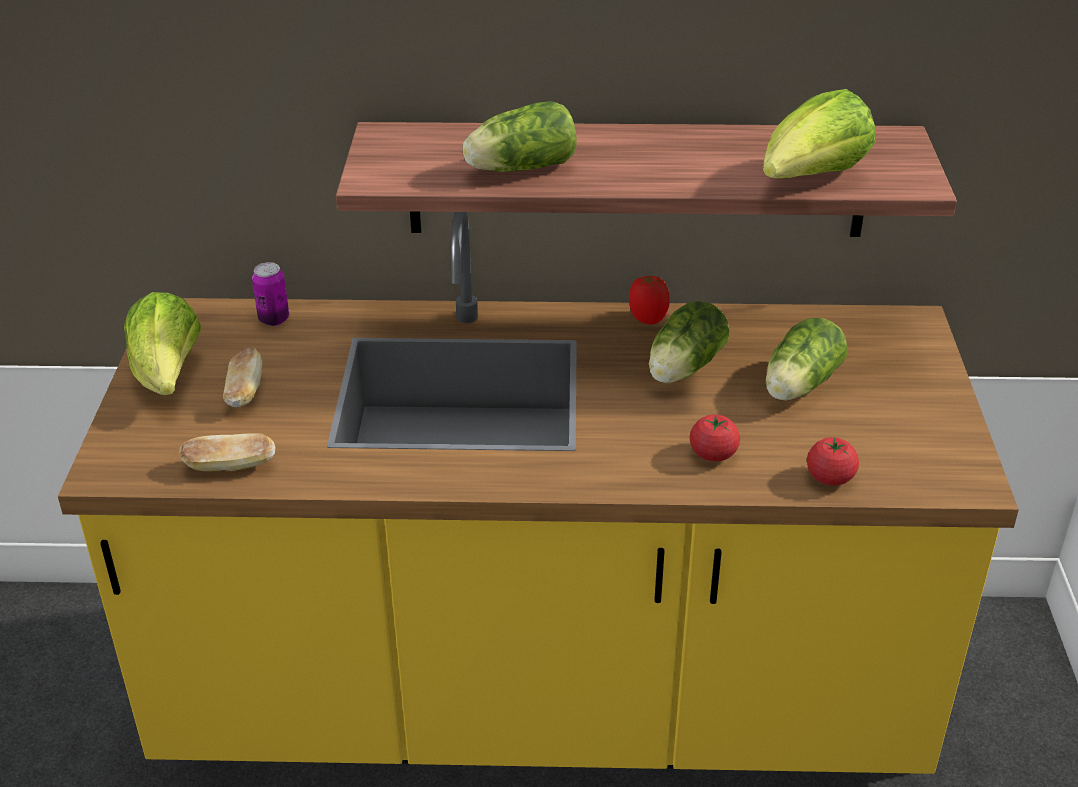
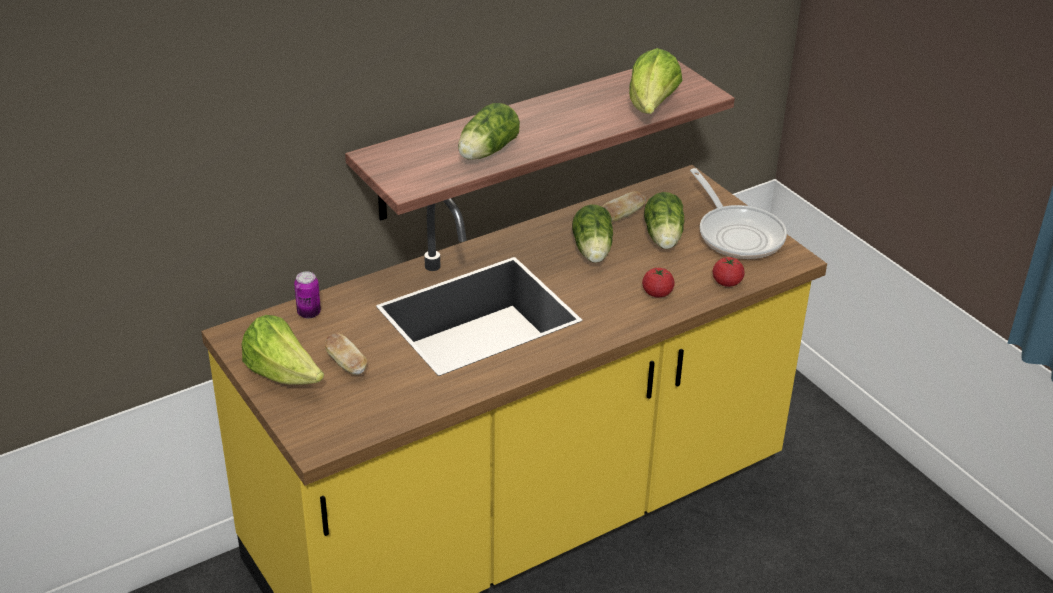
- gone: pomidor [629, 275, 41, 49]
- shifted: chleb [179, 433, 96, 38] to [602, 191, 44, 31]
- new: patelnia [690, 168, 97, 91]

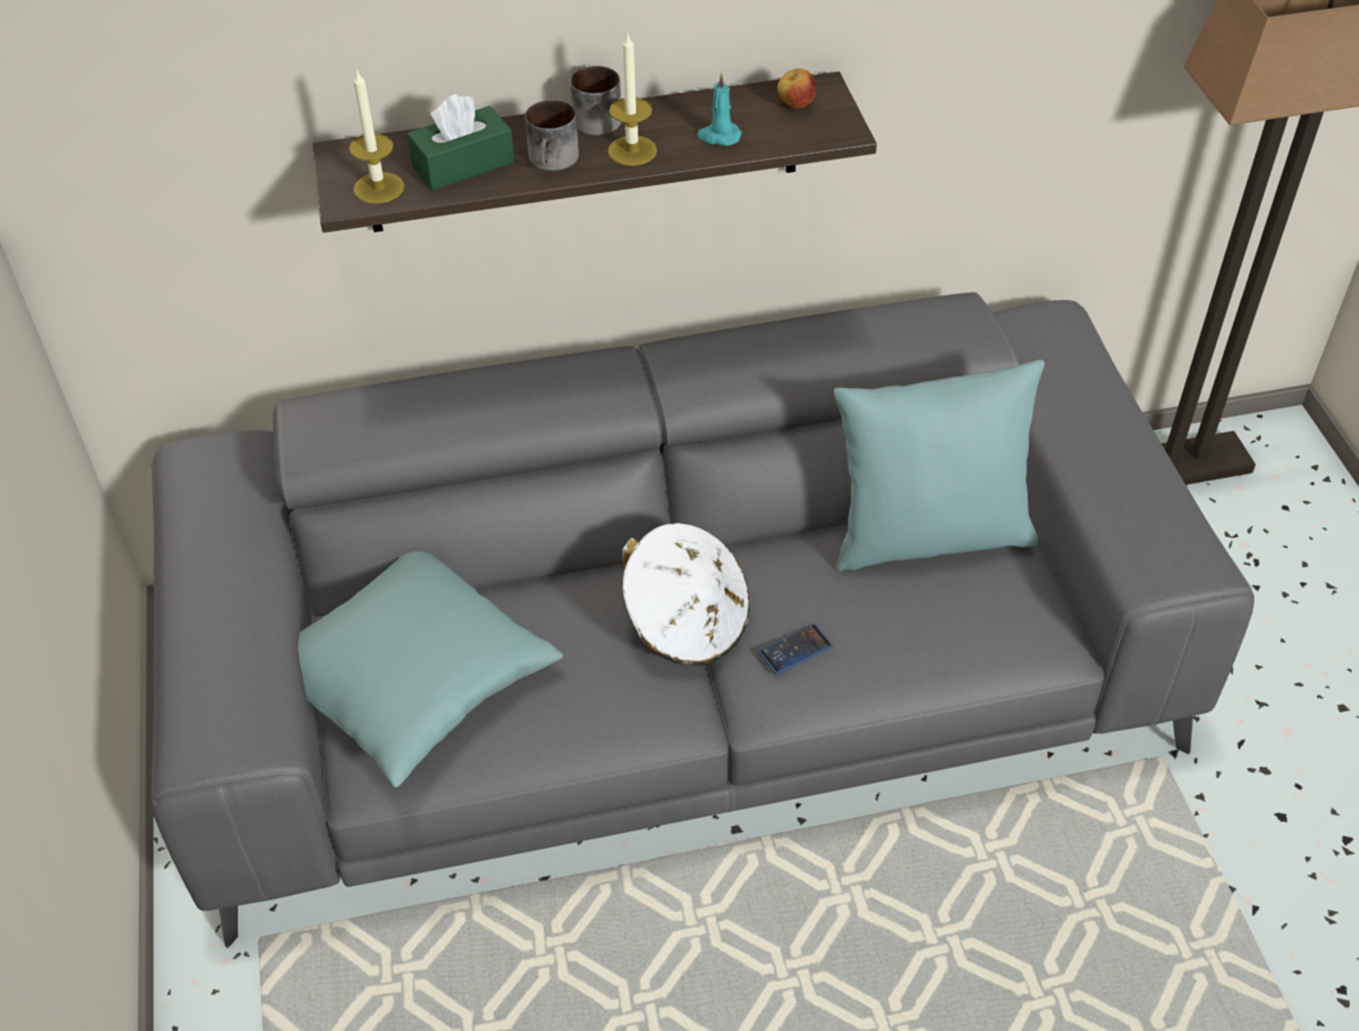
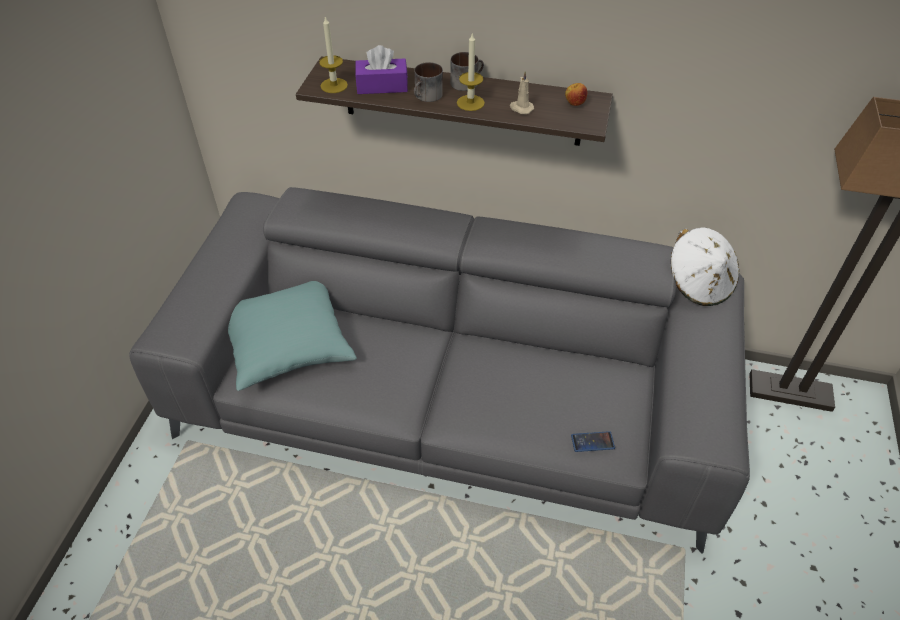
- repainted: świeca (turkusowy) [697, 73, 45, 73] to świeca (beżowy) [510, 71, 24, 43]
- repainted: pudełko chusteczek (zielony) [407, 94, 108, 97] to pudełko chusteczek (fioletowy) [355, 45, 53, 49]
- gone: poduszka (turkusowy) [834, 360, 211, 211]
- shifted: kapelusz (biały) [622, 523, 128, 143] to [671, 227, 68, 79]
- shifted: telefon [758, 624, 75, 51] to [571, 431, 44, 21]

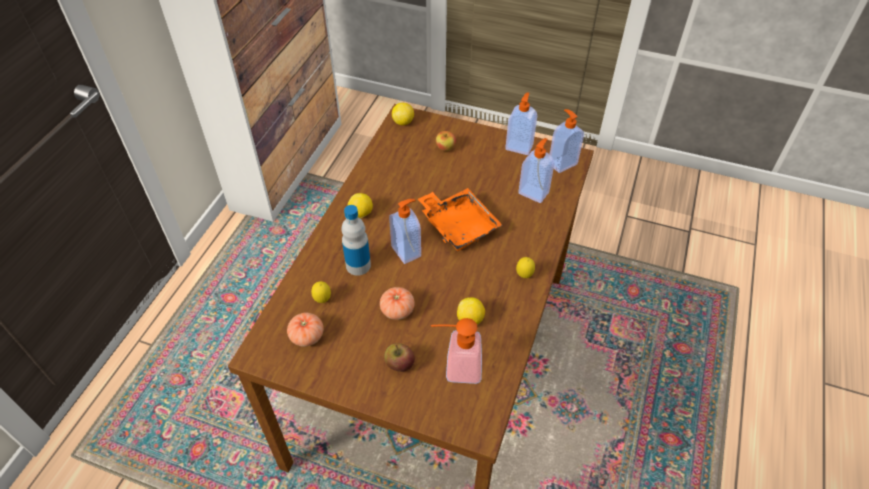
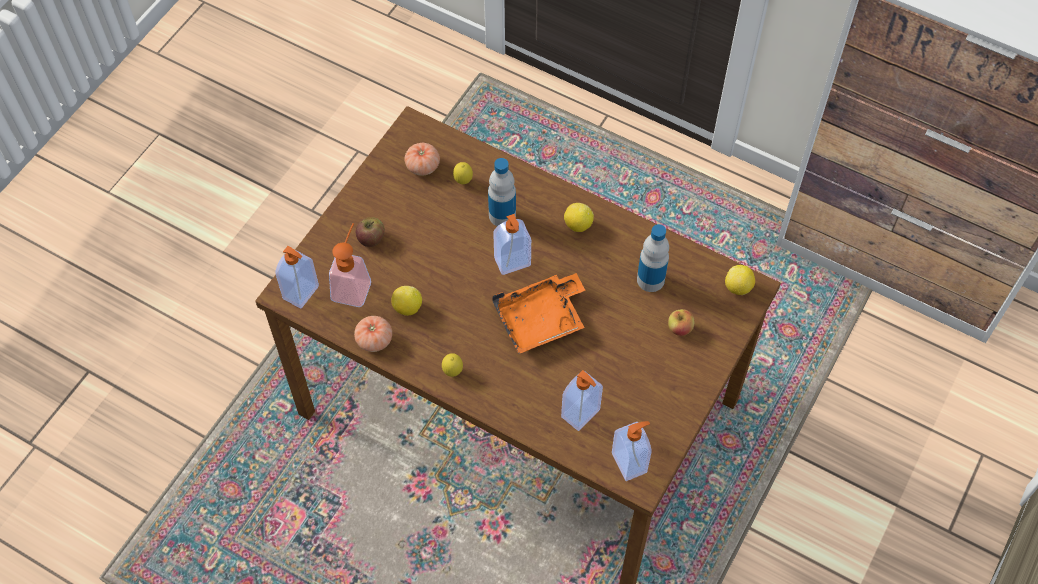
- shifted: dozownik mydła [505, 92, 32, 63] to [275, 246, 44, 63]
- shifted: pomidor [380, 287, 35, 33] to [354, 316, 38, 36]
- new: butelka [637, 224, 32, 68]

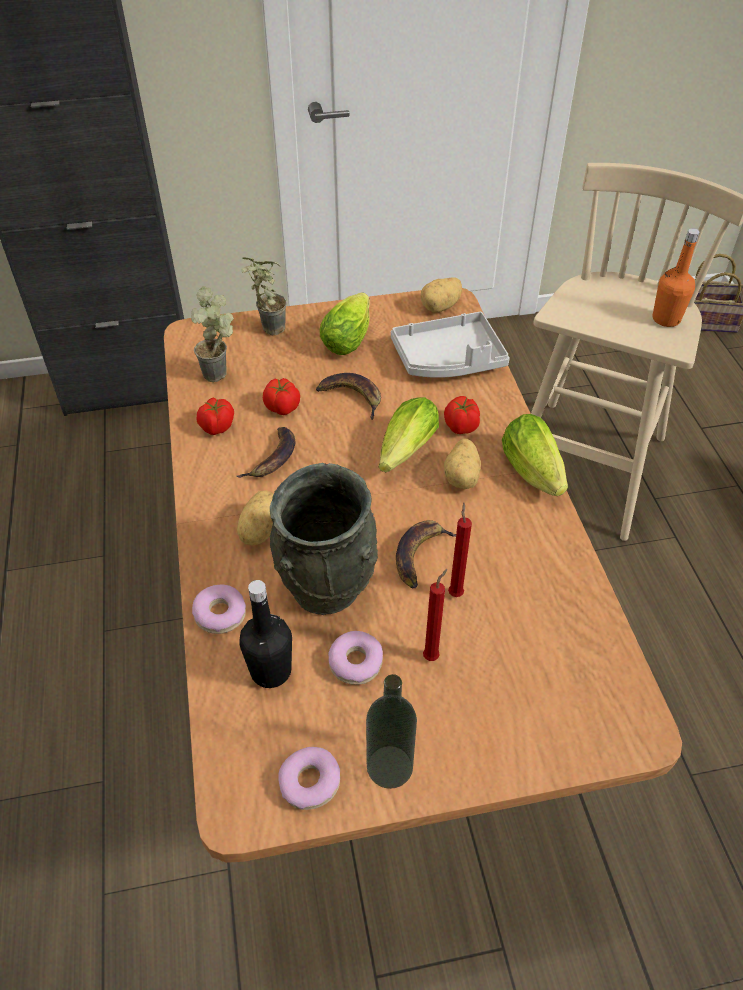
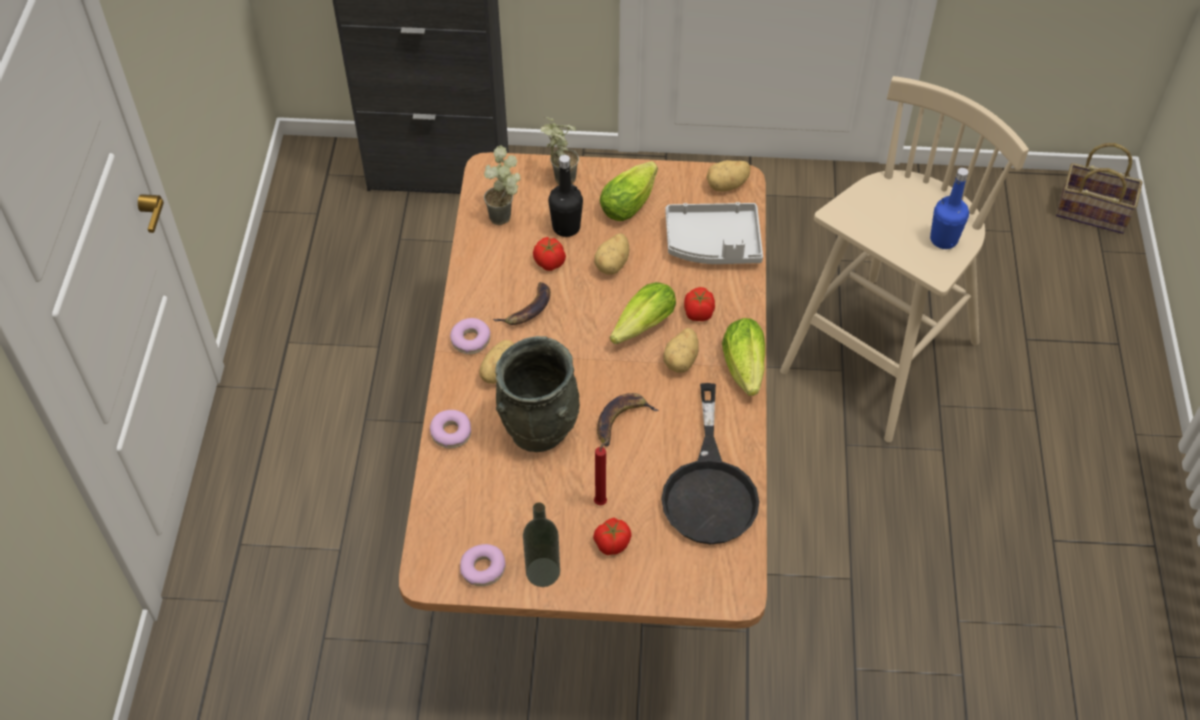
- repainted: butelka (pomarańczowy) [652, 228, 47, 99] to butelka (niebieski) [930, 168, 39, 81]
- swapped: banan [316, 373, 65, 47] to ziemniak [594, 233, 35, 42]
- shifted: pomidor [196, 397, 38, 38] to [593, 518, 39, 37]
- gone: świeca (czerwony) [448, 503, 24, 94]
- shifted: butelka (czarny) [239, 580, 53, 108] to [548, 155, 35, 82]
- shifted: donut [328, 631, 55, 54] to [450, 318, 41, 36]
- new: patelnia (czarny) [661, 383, 98, 161]

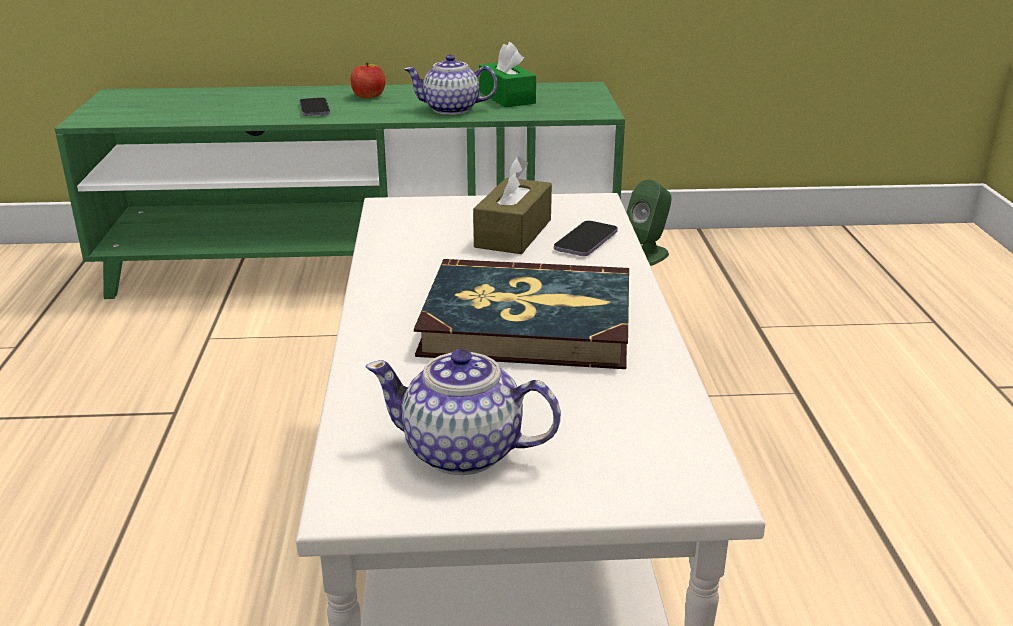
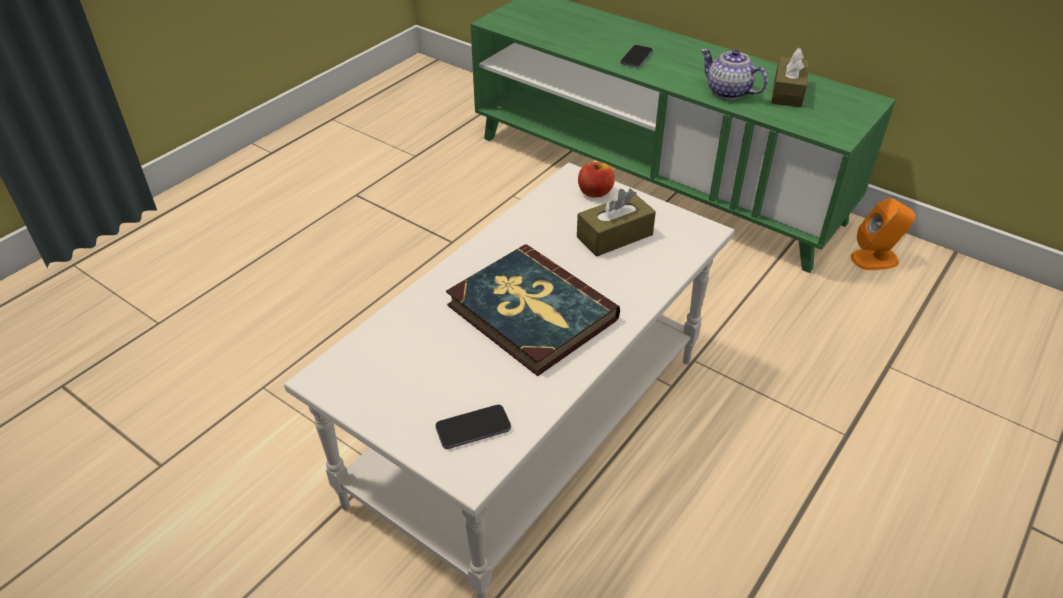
- repainted: pudełko chusteczek (zielony) [479, 42, 57, 65] to pudełko chusteczek (brązowy) [771, 48, 38, 59]
- shifted: jabłko [351, 63, 35, 35] to [578, 162, 37, 35]
- repainted: głośnik (zielony) [626, 180, 45, 86] to głośnik (pomarańczowy) [851, 198, 65, 72]
- shifted: telefon [554, 221, 64, 35] to [435, 405, 76, 44]
- gone: imbryk [366, 349, 195, 126]

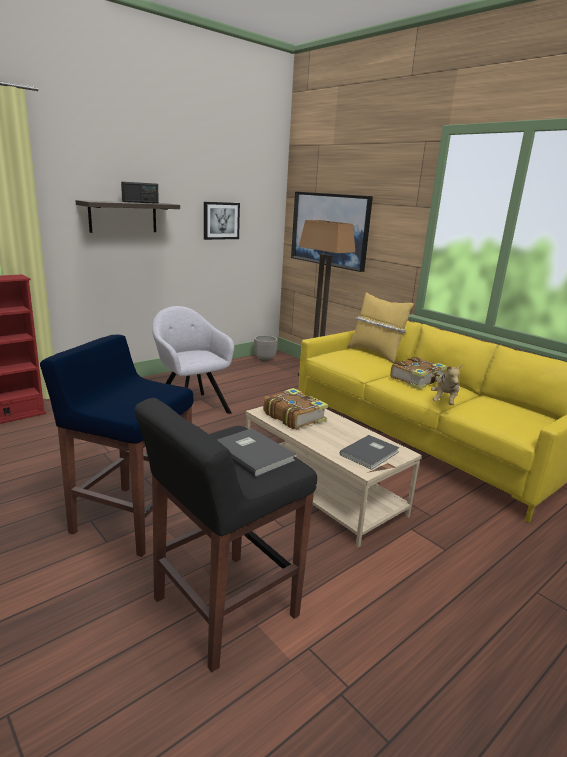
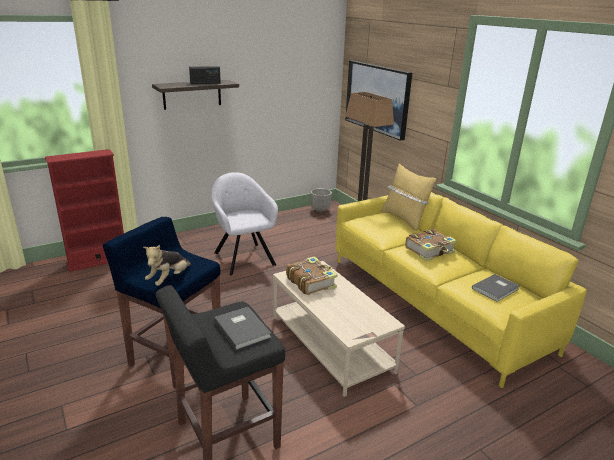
- gone: obraz [204, 202, 36, 38]
- shifted: pluszak [431, 364, 32, 41] to [143, 245, 48, 41]
- shifted: książka (szary) [340, 435, 60, 35] to [472, 274, 48, 28]

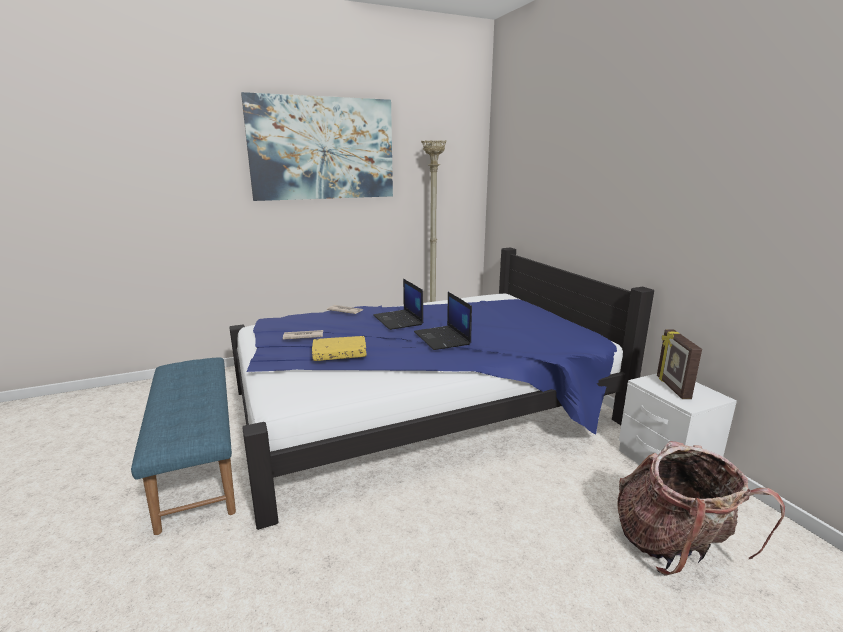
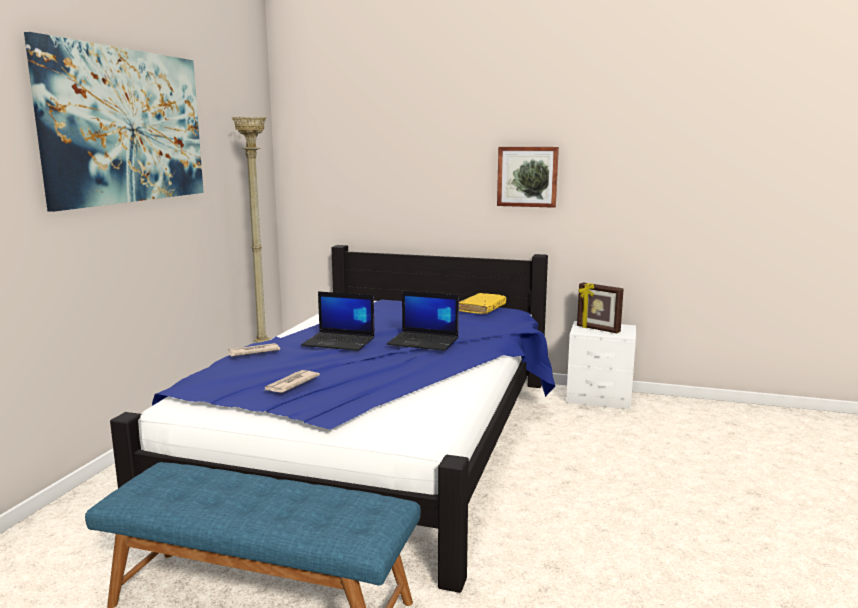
- shifted: książka (żółty) [312, 336, 55, 25] to [459, 293, 47, 21]
- gone: plecak [617, 441, 168, 135]
- new: obraz [497, 147, 62, 61]

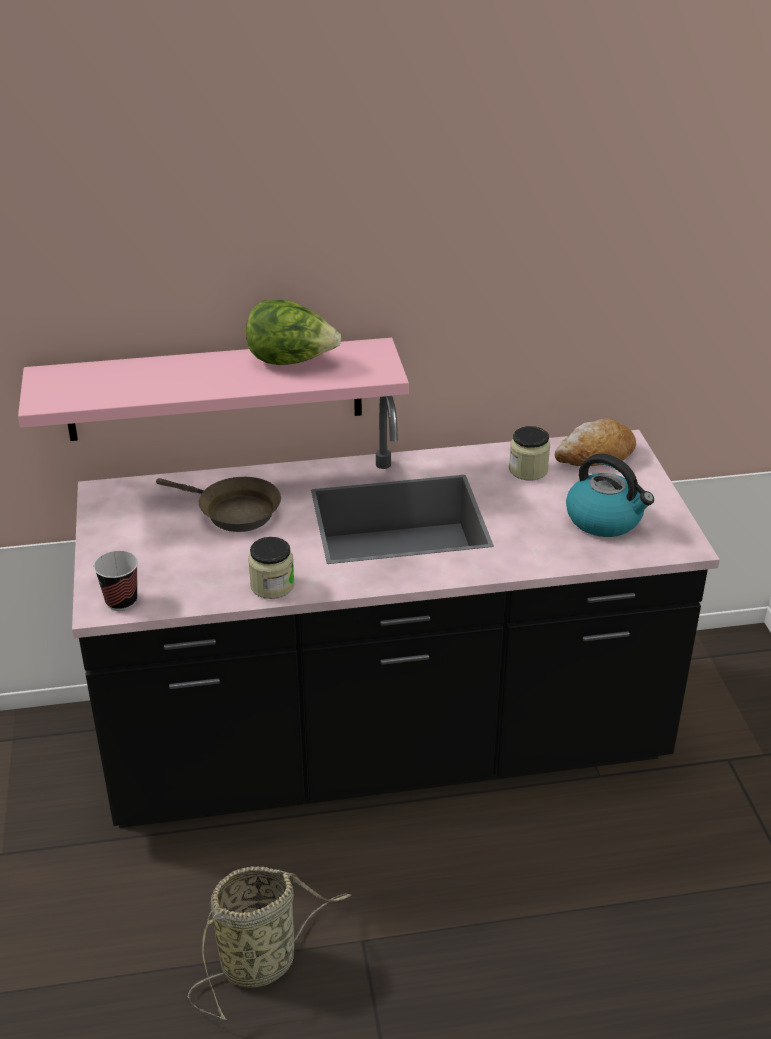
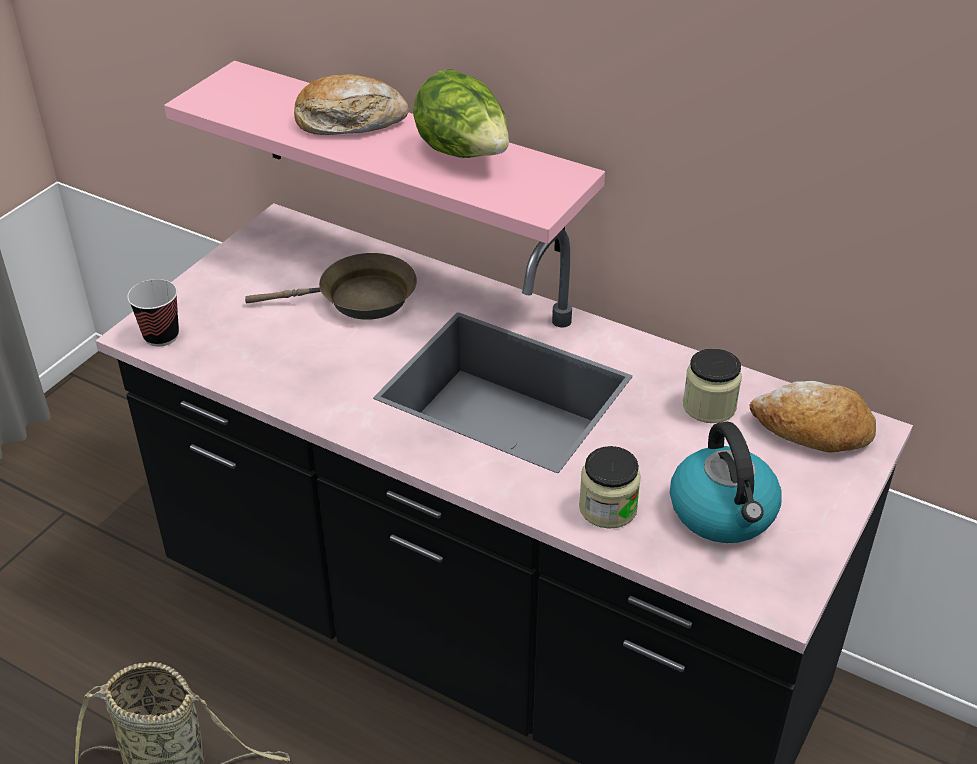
- rotated: patelnia (brązowy) [156, 477, 125, 55] = [245, 253, 172, 67] 75 degrees counterclockwise
- shifted: słoik [248, 537, 47, 62] to [579, 446, 62, 83]
- new: chleb [294, 74, 115, 61]

